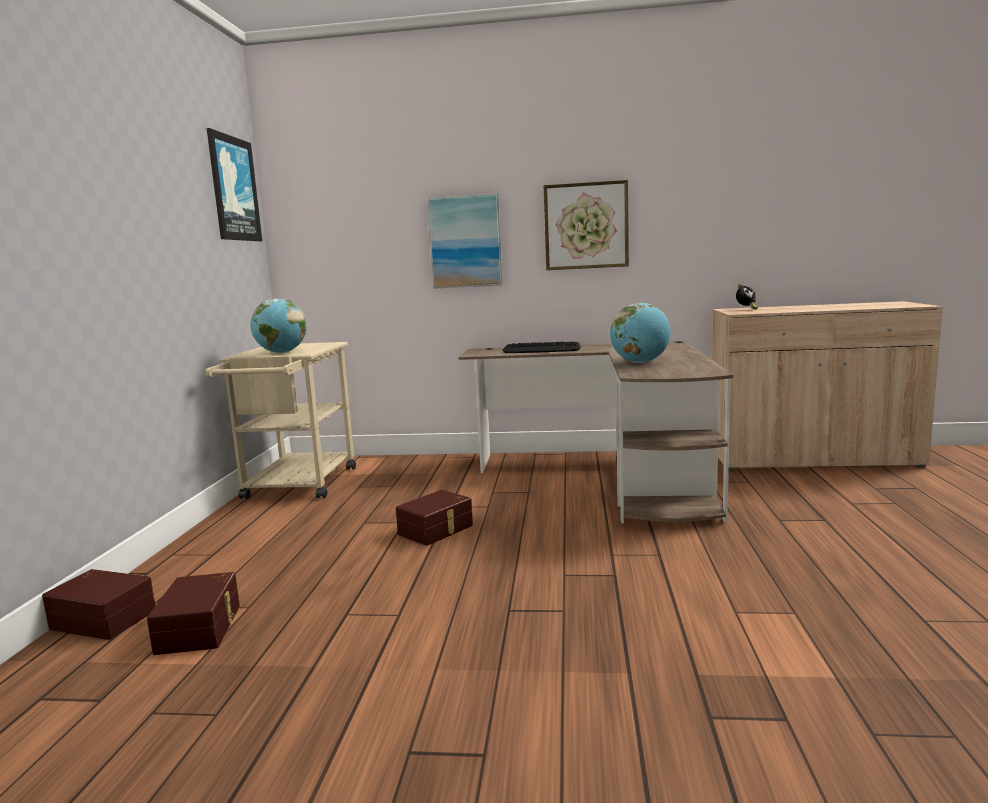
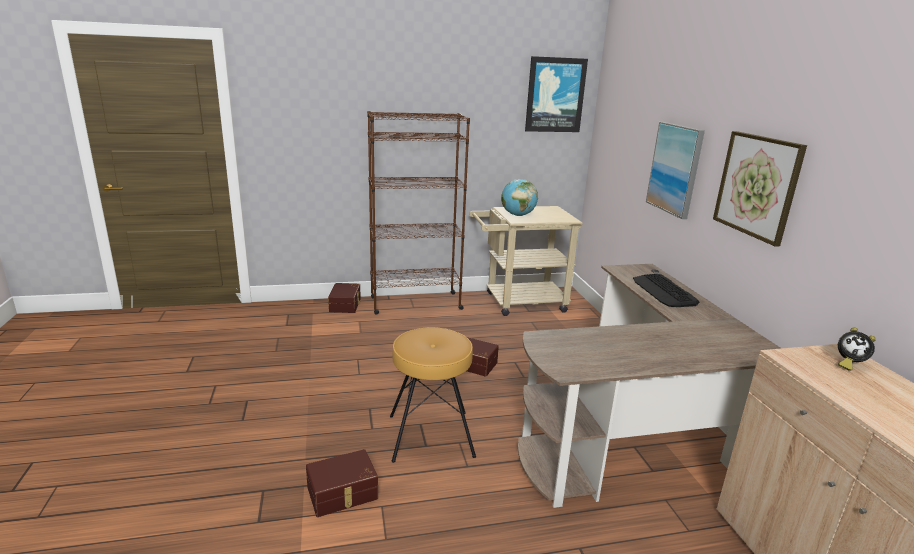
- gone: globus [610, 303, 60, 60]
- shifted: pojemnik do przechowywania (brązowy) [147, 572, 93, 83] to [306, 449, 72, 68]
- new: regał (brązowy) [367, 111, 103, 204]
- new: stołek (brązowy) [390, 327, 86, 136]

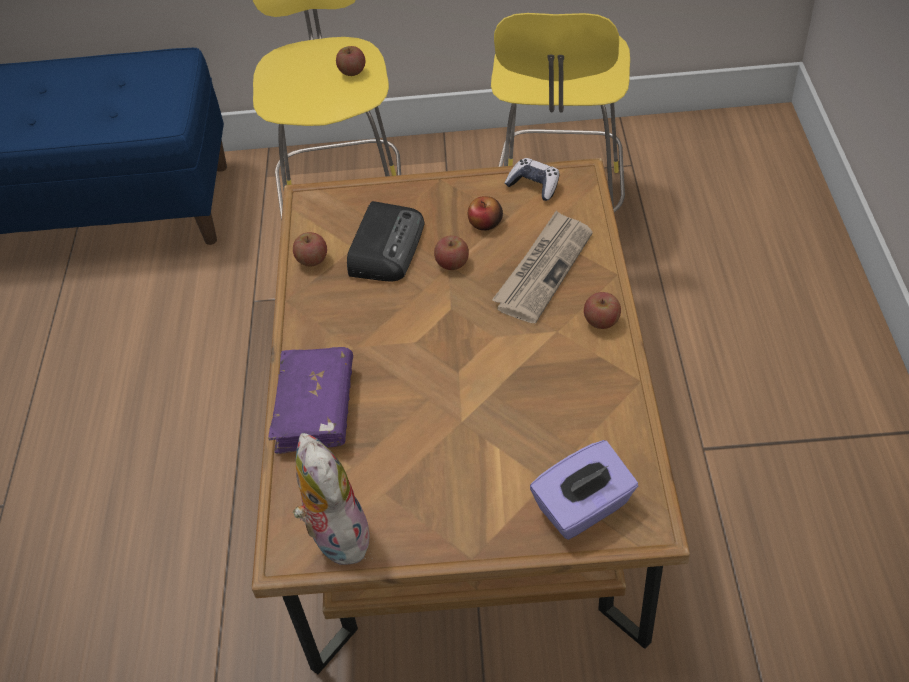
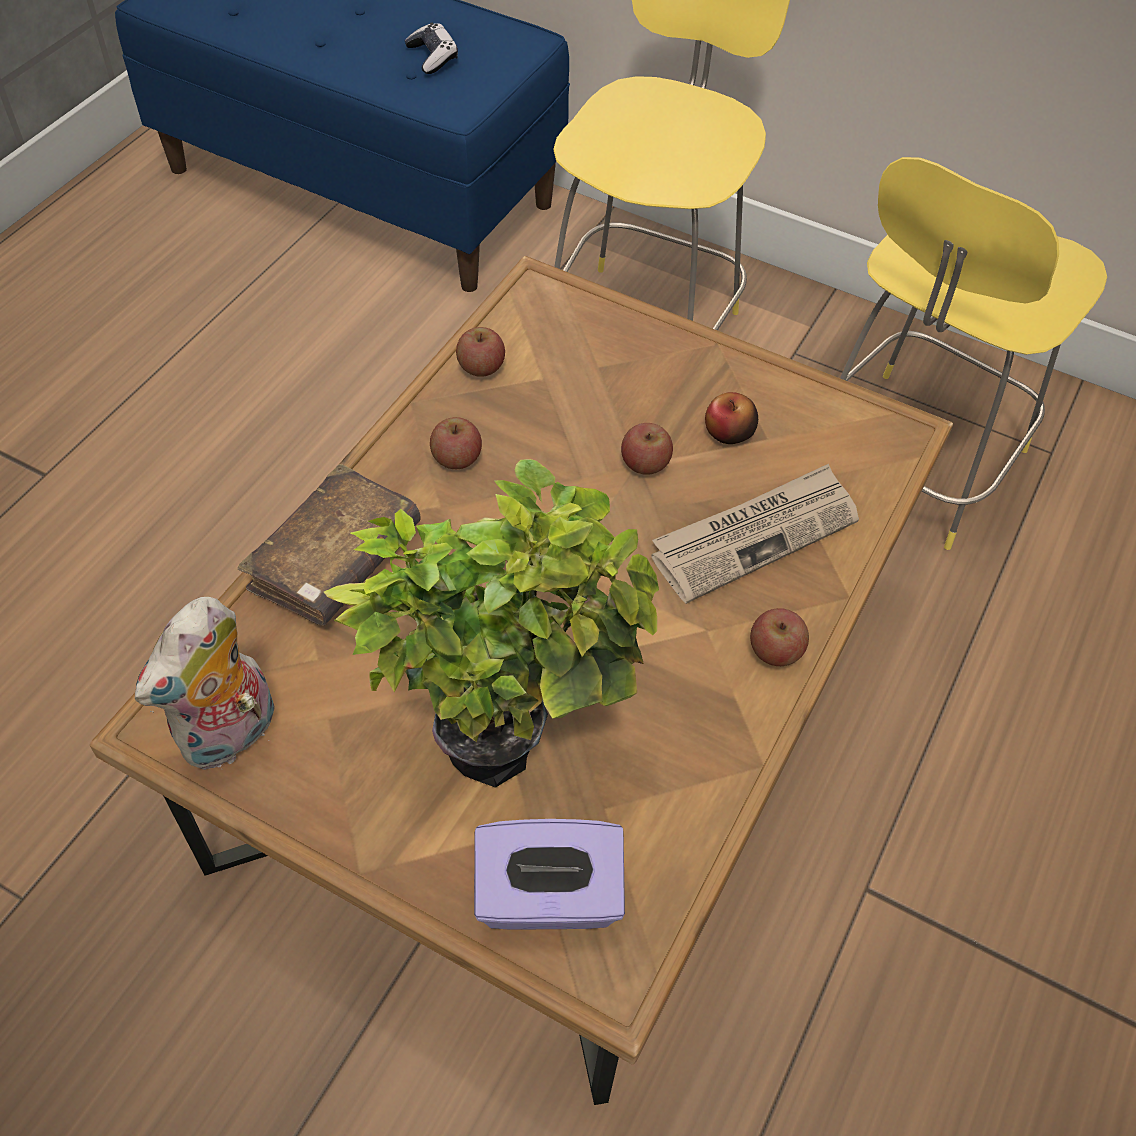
- shifted: jabłko [336, 46, 30, 30] to [430, 417, 52, 52]
- shifted: pad do gier [505, 158, 55, 43] to [405, 22, 53, 52]
- gone: radio [347, 201, 78, 80]
- repainted: książka (fioletowy) [268, 347, 85, 107] to książka (brązowy) [237, 464, 183, 162]
- rotated: pluszak [293, 433, 79, 132] = [135, 597, 139, 173] 150 degrees counterclockwise
- new: roślina doniczkowa [324, 459, 335, 329]

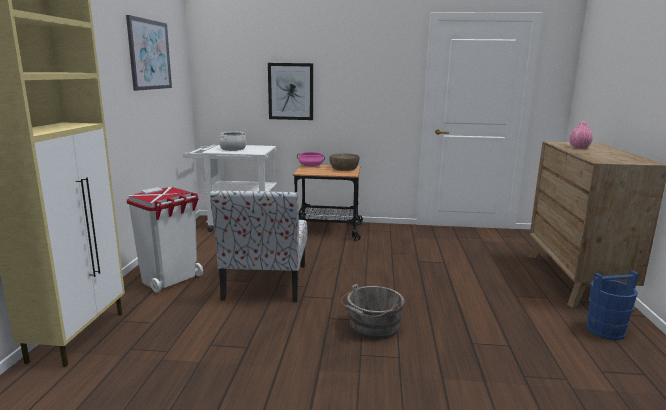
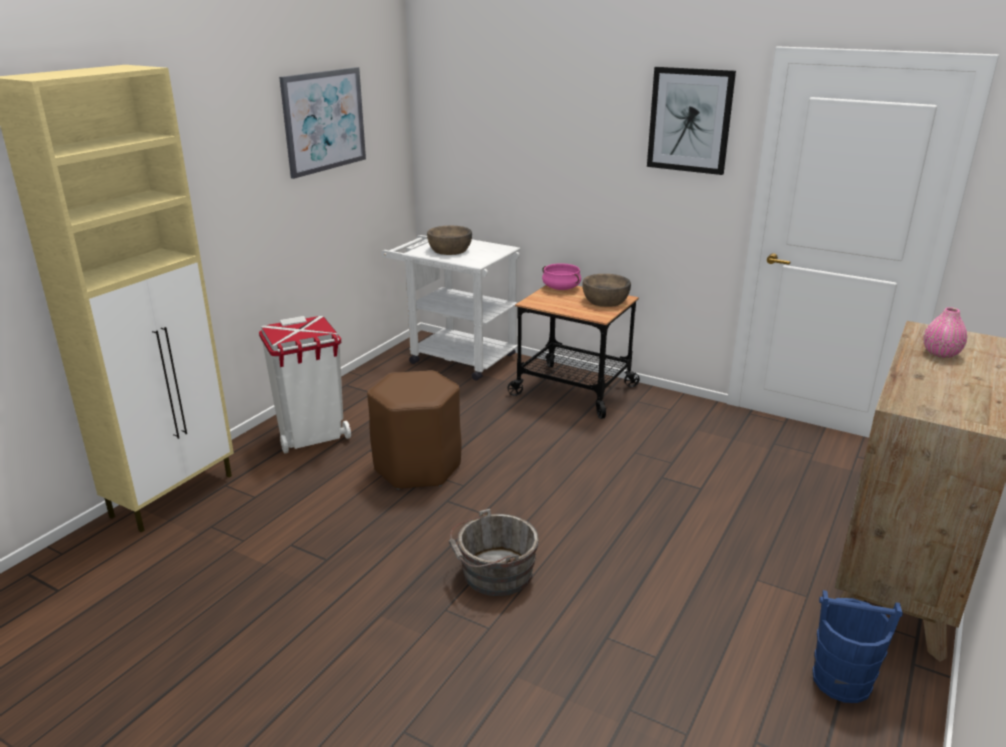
- shifted: obraz [268, 63, 45, 57] to [647, 67, 89, 108]
- swapped: garnek [219, 132, 27, 19] to miska (brązowy) [427, 225, 45, 30]
- swapped: krzesło [210, 191, 97, 111] to stołek (brązowy) [367, 370, 94, 120]

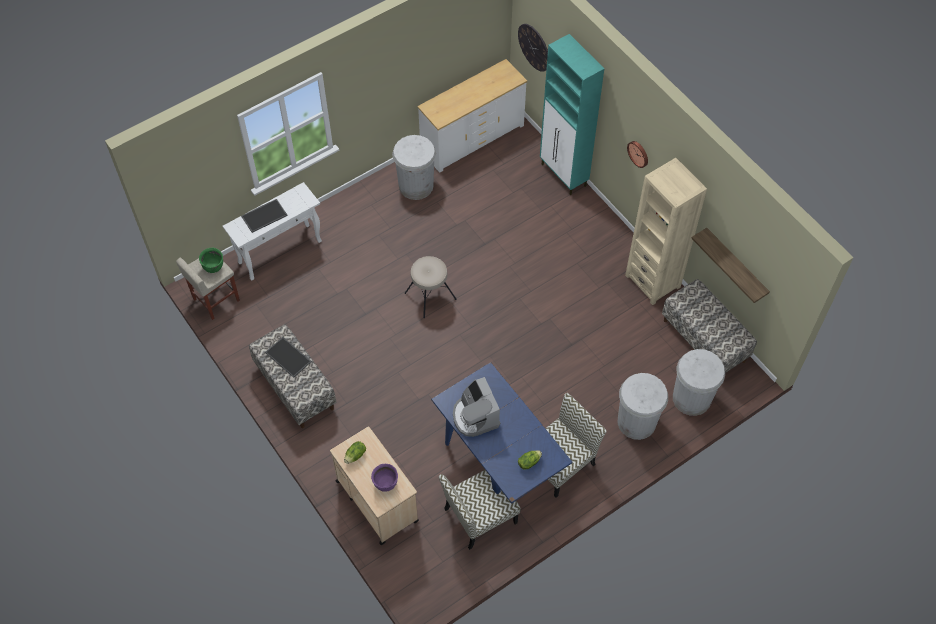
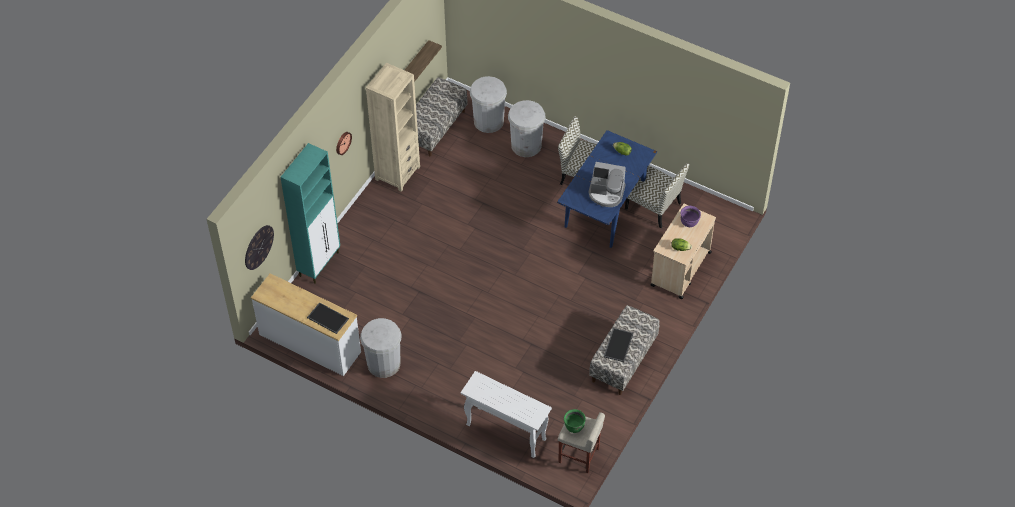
- shifted: taca [241, 199, 47, 34] to [307, 302, 42, 32]
- gone: stołek (beżowy) [405, 256, 52, 62]
- rotated: ekspres do kawy [453, 377, 47, 60] = [589, 162, 37, 45] 60 degrees clockwise

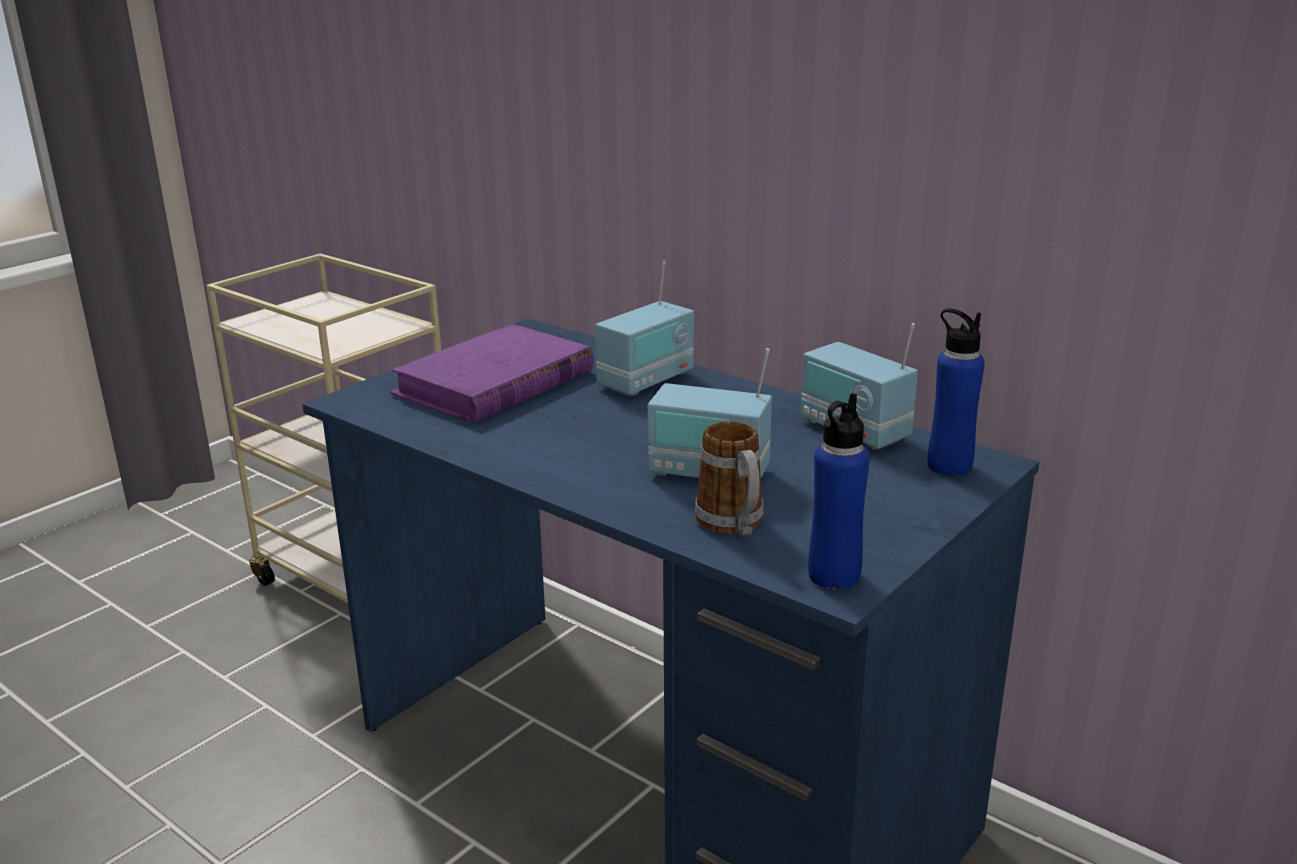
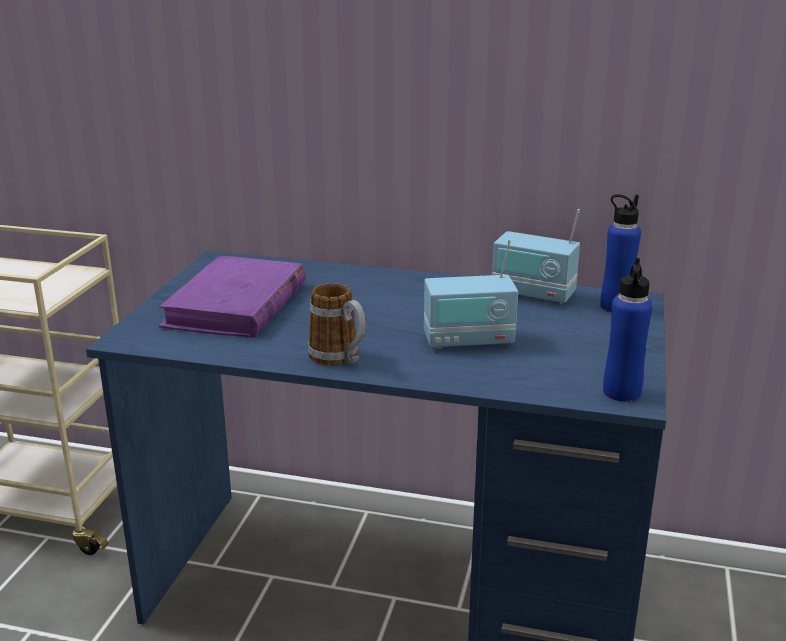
- gone: radio [595, 261, 99, 135]
- shifted: kubek [695, 421, 69, 115] to [308, 283, 58, 83]

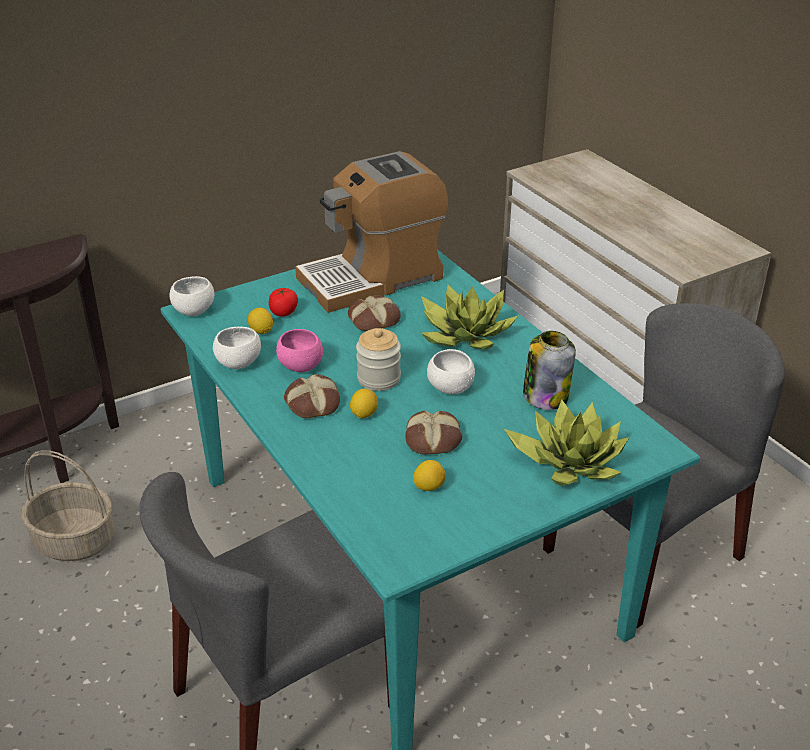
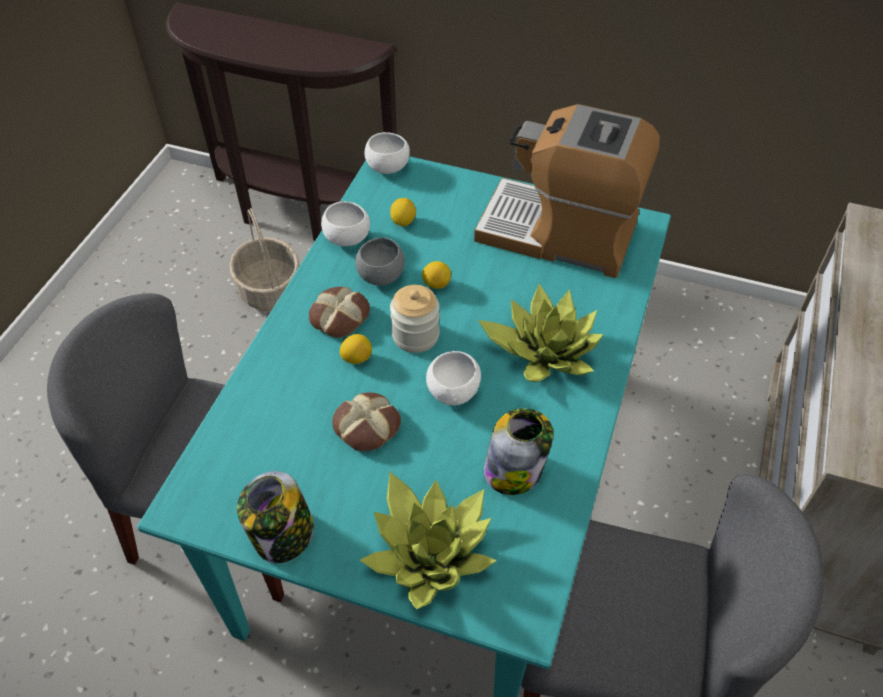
- gone: pomidor [269, 288, 29, 29]
- gone: chleb [348, 295, 53, 36]
- repainted: miska (różowy) [276, 329, 47, 43] to miska (szary) [355, 237, 50, 49]
- shifted: cytryna [413, 460, 33, 31] to [422, 261, 29, 28]
- new: słoik [237, 471, 77, 92]

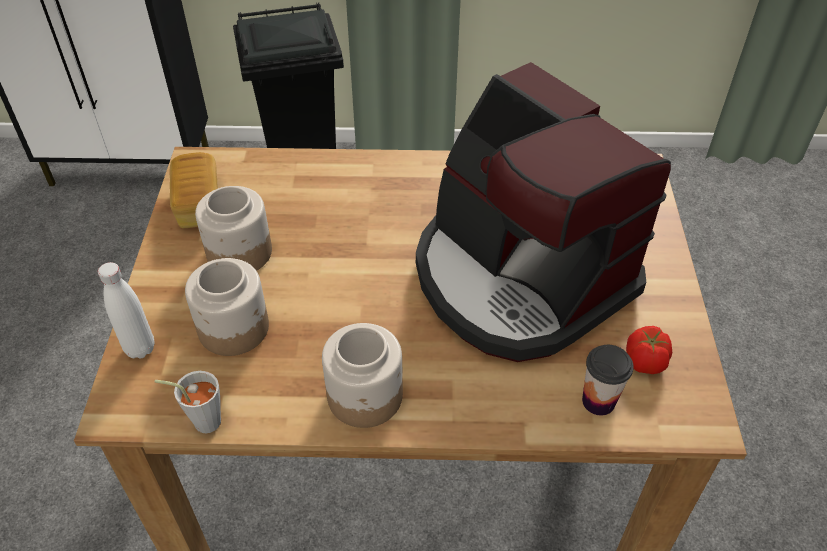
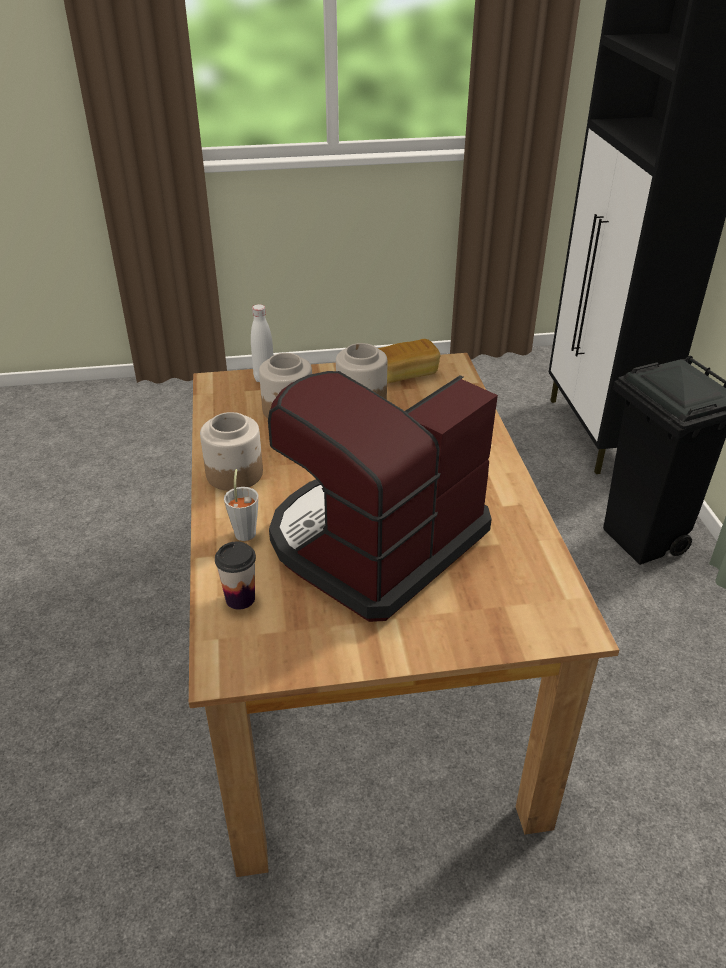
- gone: pomidor [626, 326, 46, 48]
- shifted: filiżanka (szary) [155, 371, 66, 62] to [224, 469, 35, 72]

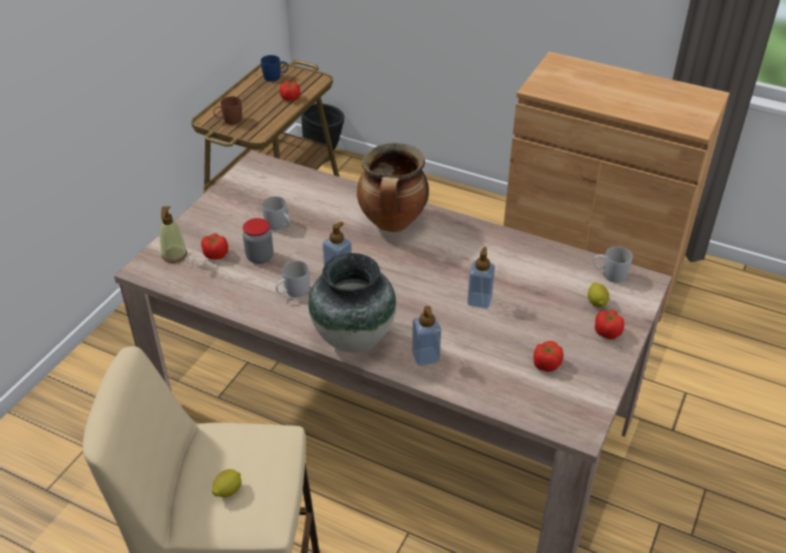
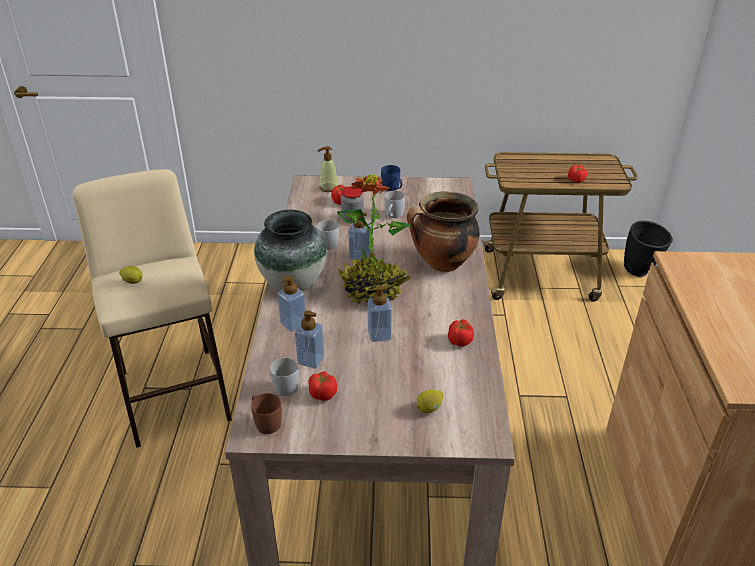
- shifted: kubek (niebieski) [261, 55, 27, 27] to [381, 165, 21, 26]
- shifted: kubek (brązowy) [213, 96, 29, 29] to [251, 393, 31, 41]
- shifted: kubek (biały) [593, 246, 39, 37] to [270, 357, 29, 39]
- shifted: pomidor [595, 310, 29, 29] to [448, 319, 26, 28]
- new: roślina doniczkowa [337, 174, 74, 130]
- new: dozownik mydła [295, 310, 29, 59]

